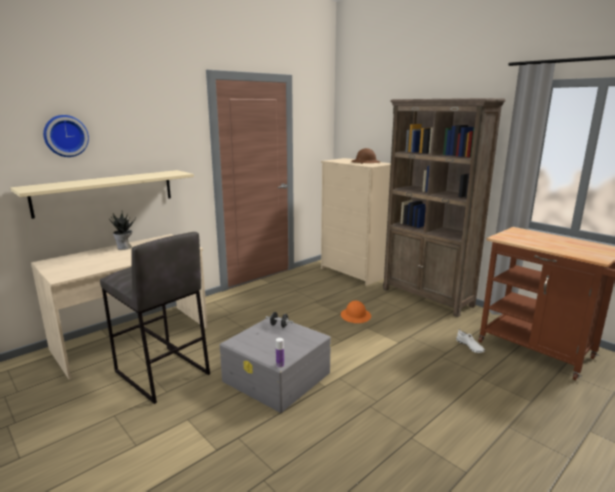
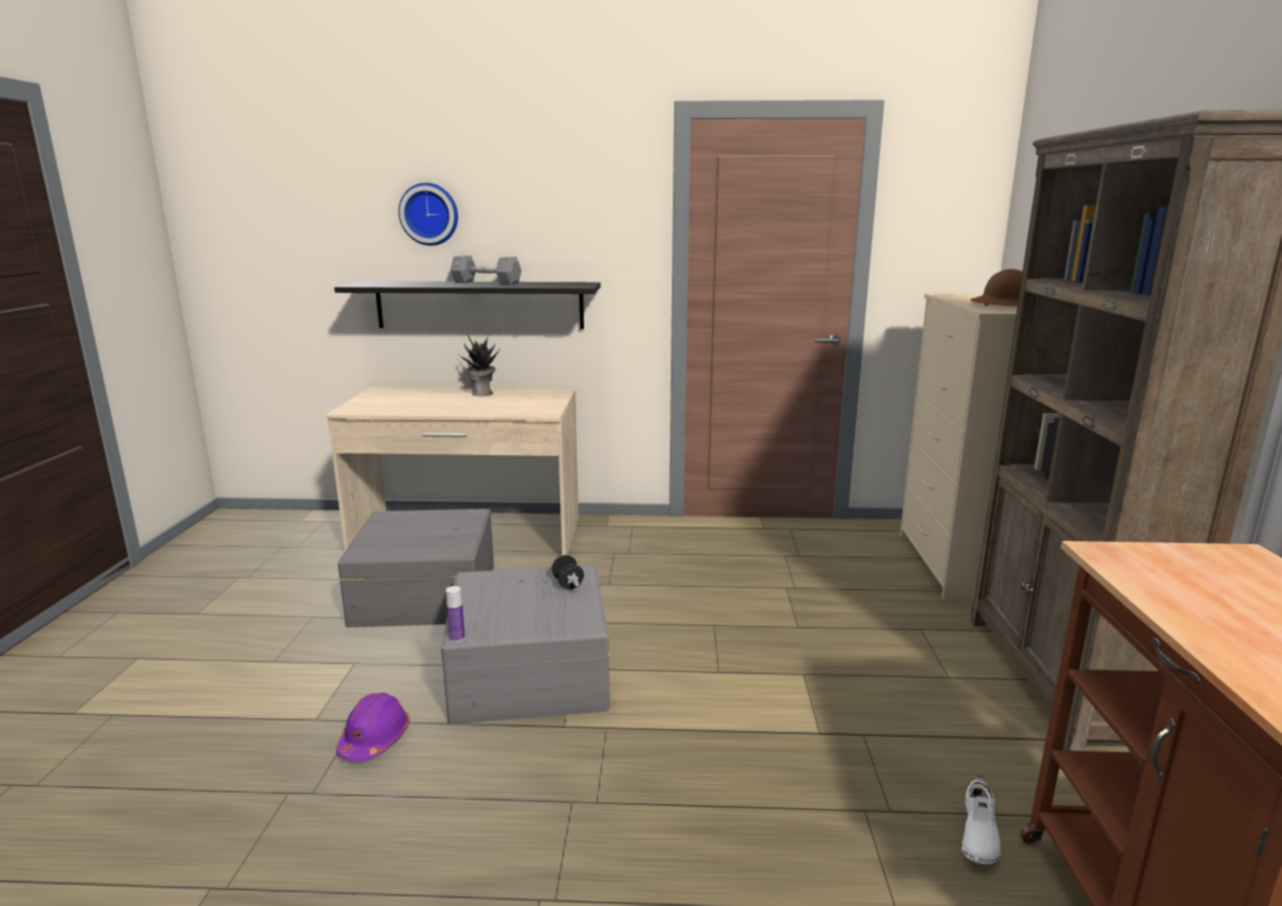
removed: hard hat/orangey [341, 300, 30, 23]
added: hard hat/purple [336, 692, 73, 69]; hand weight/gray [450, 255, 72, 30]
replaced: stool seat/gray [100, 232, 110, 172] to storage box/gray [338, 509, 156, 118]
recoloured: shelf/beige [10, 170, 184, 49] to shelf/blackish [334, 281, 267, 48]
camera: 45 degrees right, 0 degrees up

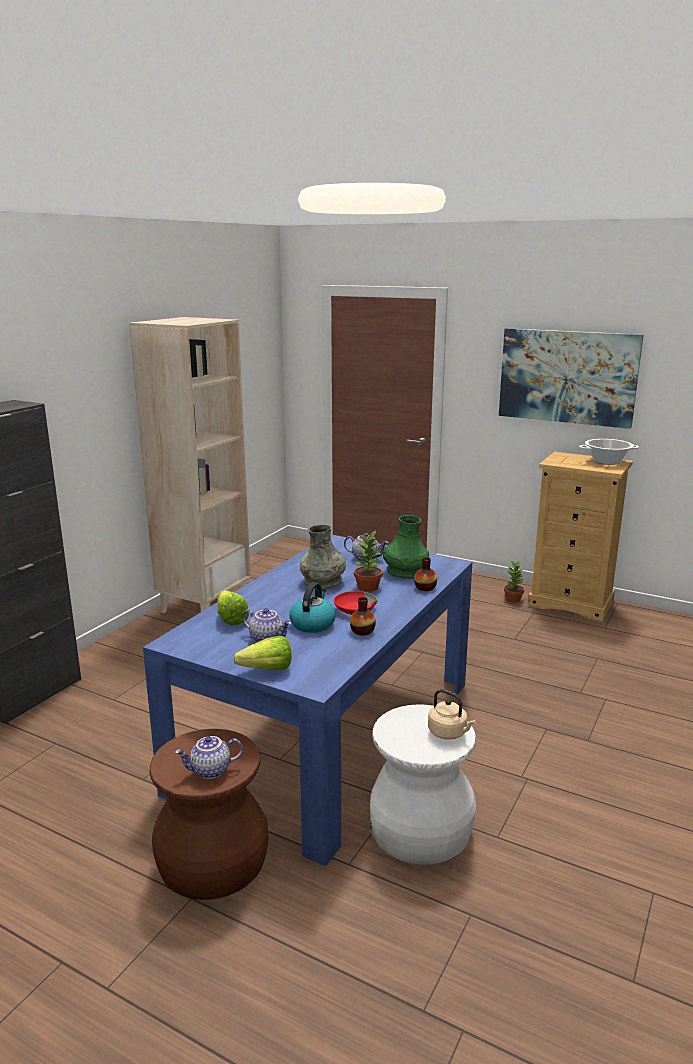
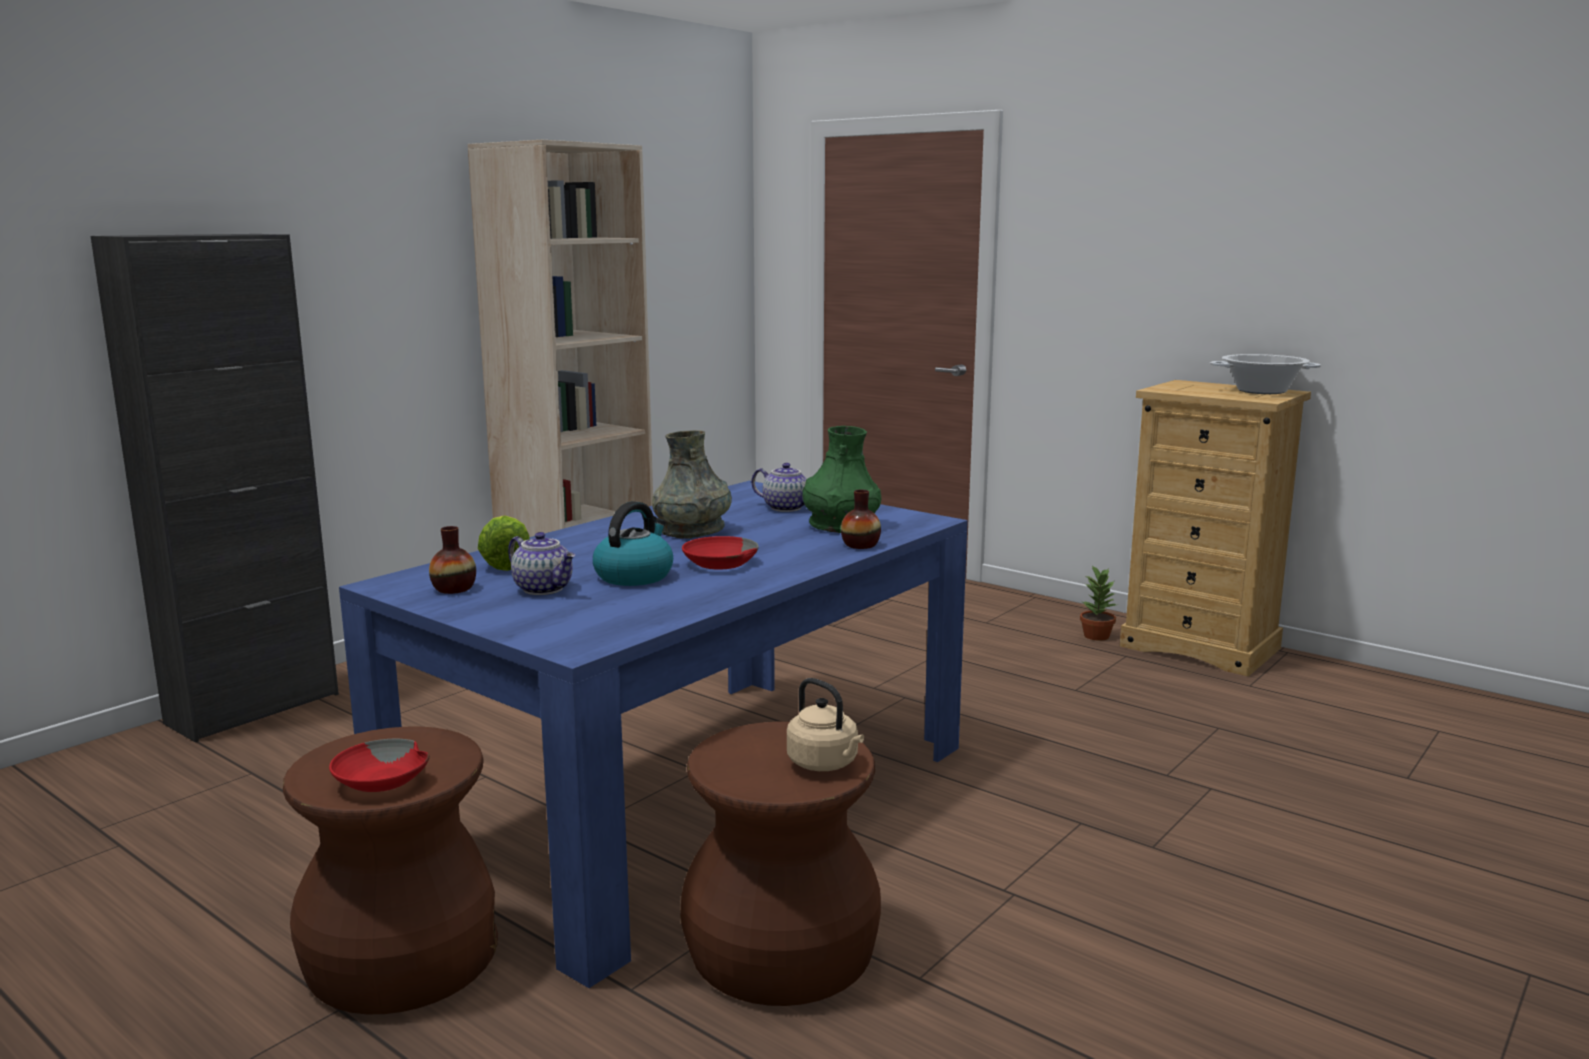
removed: lettuce head [233, 636, 58, 34]; plant in a pot [354, 531, 29, 61]; wall art [499, 328, 145, 101]
moved: vase [350, 597, 26, 39] to [429, 526, 47, 68]
replaced: tea pot [175, 736, 68, 43] to bowl/red-coloured [329, 739, 101, 53]
recoloured: stool seat/whitish [369, 705, 107, 160] to stool seat/brown [680, 722, 201, 284]
camera: 10 degrees right, 5 degrees down

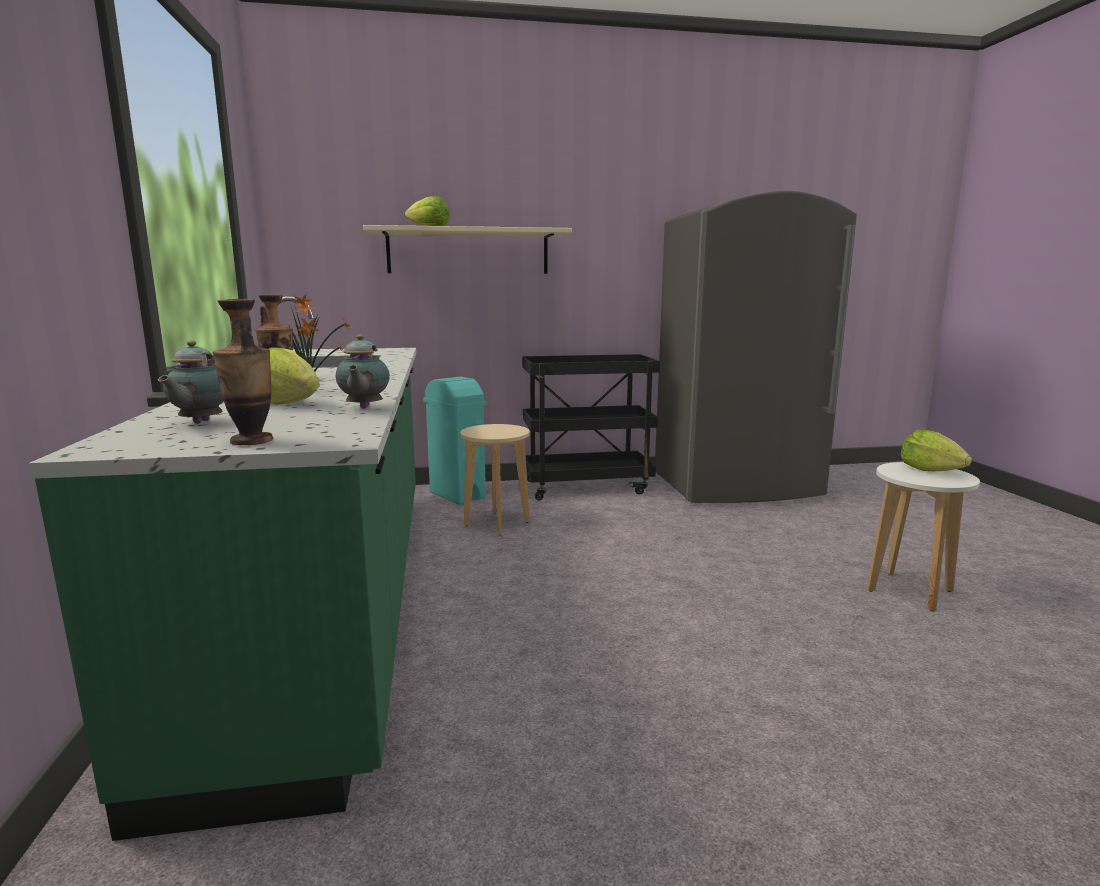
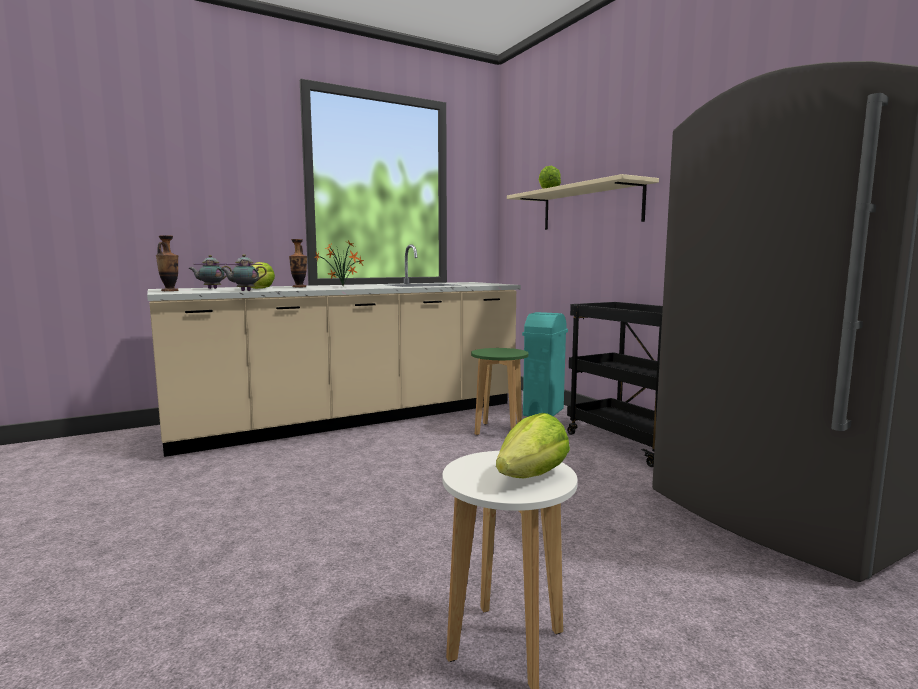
recoloured: counter/greenish [28, 296, 388, 545] to counter/beige [147, 245, 374, 212]; stool seat/beige [460, 424, 70, 112] to stool seat/greenish [471, 348, 58, 87]
camera: 70 degrees right, 5 degrees down

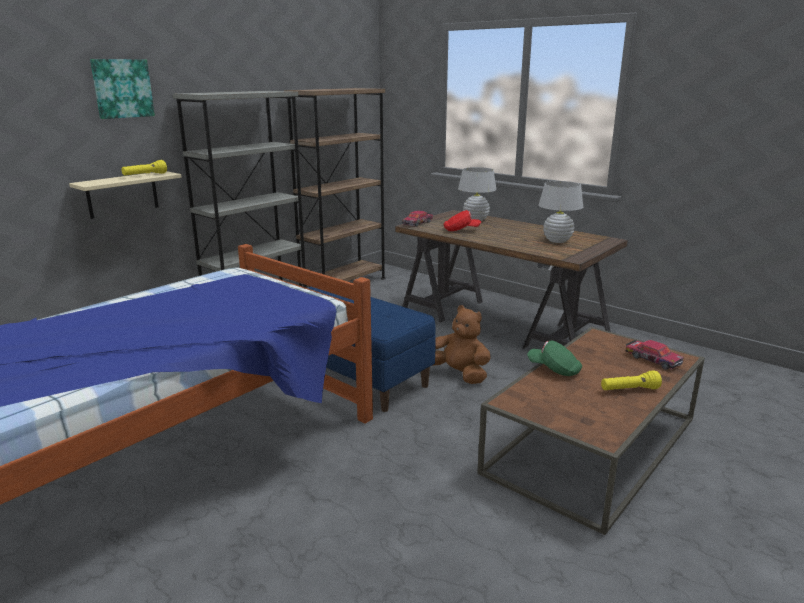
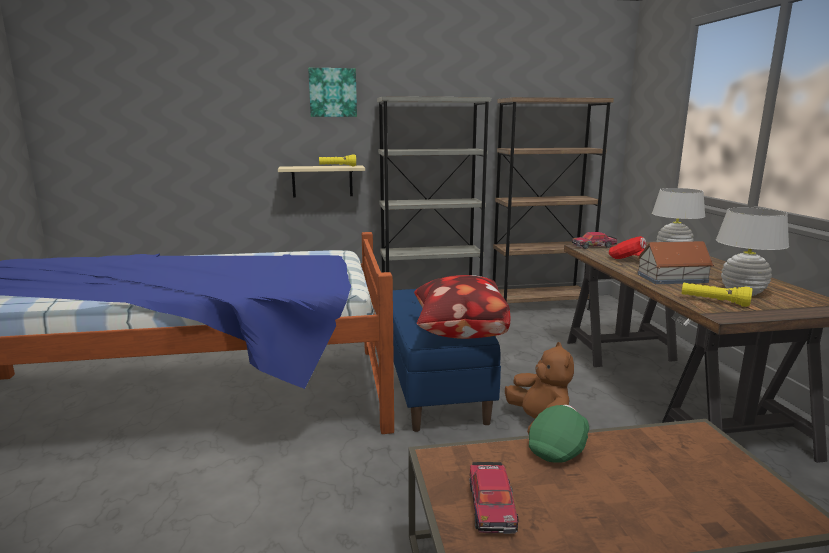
added: throw pillow [414, 275, 97, 64]; miniature house [637, 241, 77, 43]
moved: torch/yellow [601, 370, 61, 20] to [682, 283, 70, 24]; model car [626, 340, 58, 30] to [469, 462, 50, 72]
turned: peaked cap/greenish [527, 341, 55, 35] = [529, 405, 60, 58] 60 degrees clockwise
camera: 40 degrees right, 5 degrees down

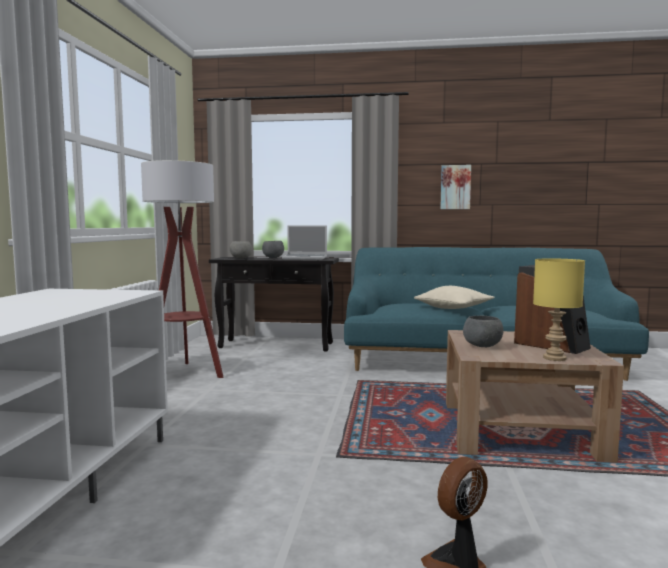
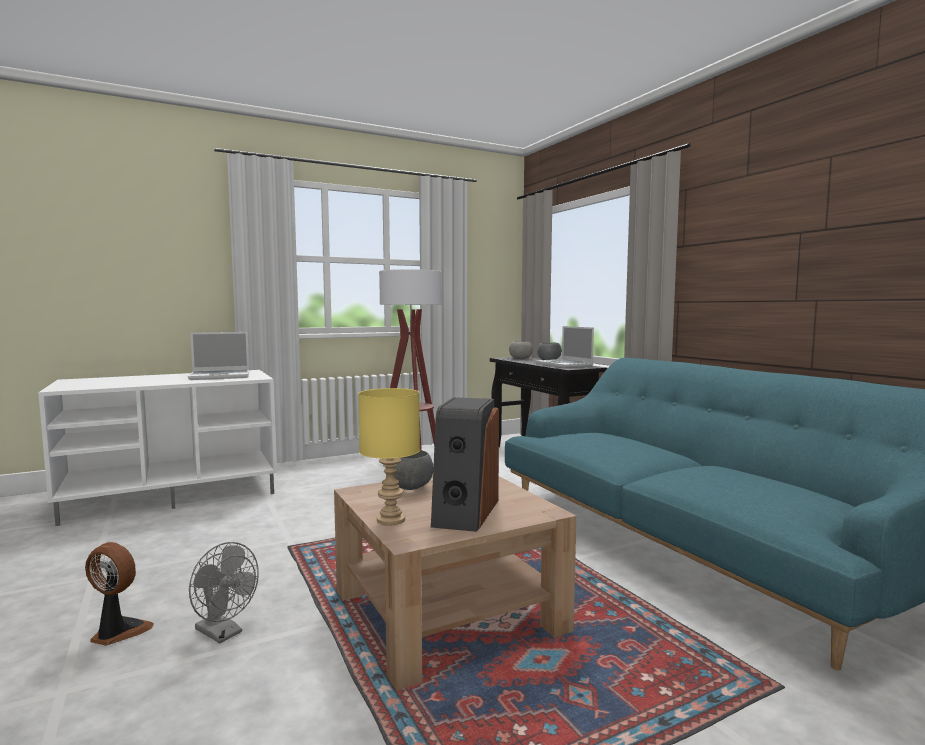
removed: throw pillow/beige [414, 286, 80, 23]; wall art [440, 165, 31, 44]
added: notebook computer [188, 332, 61, 48]; cooling fan/gray [189, 542, 70, 101]
camera: 55 degrees right, 0 degrees up

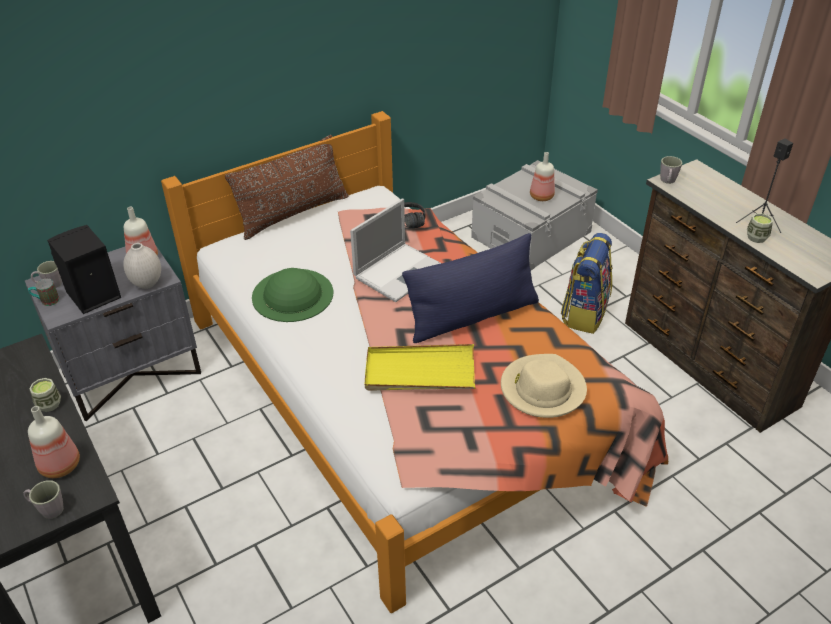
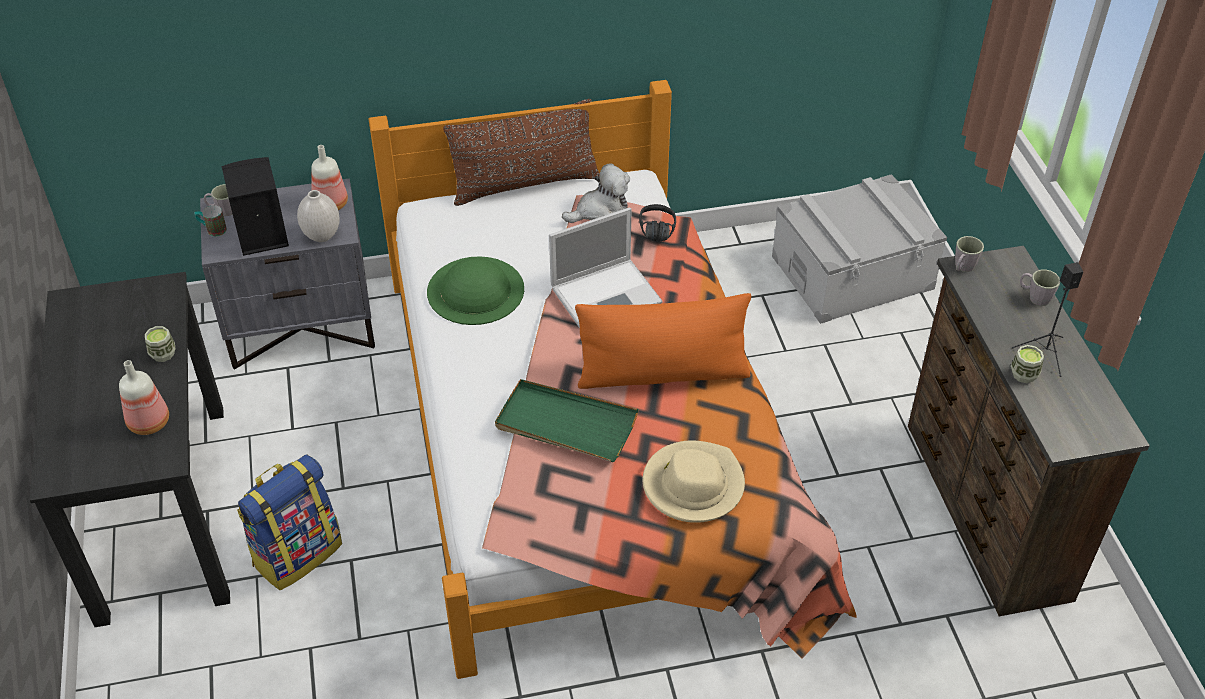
removed: beverage bottle [530, 152, 25, 49]
added: soft toy [562, 163, 68, 60]
moved: mug/gray [24, 480, 40, 39] to [1020, 270, 40, 36]; rucksack [561, 233, 52, 101] to [237, 454, 105, 136]
recoloured: serving tray/yellow [365, 344, 111, 47] to serving tray/greenish [495, 379, 144, 83]; throw pillow/bluish [402, 233, 137, 110] to throw pillow/orangey [575, 293, 176, 96]
camera: 20 degrees right, 5 degrees up

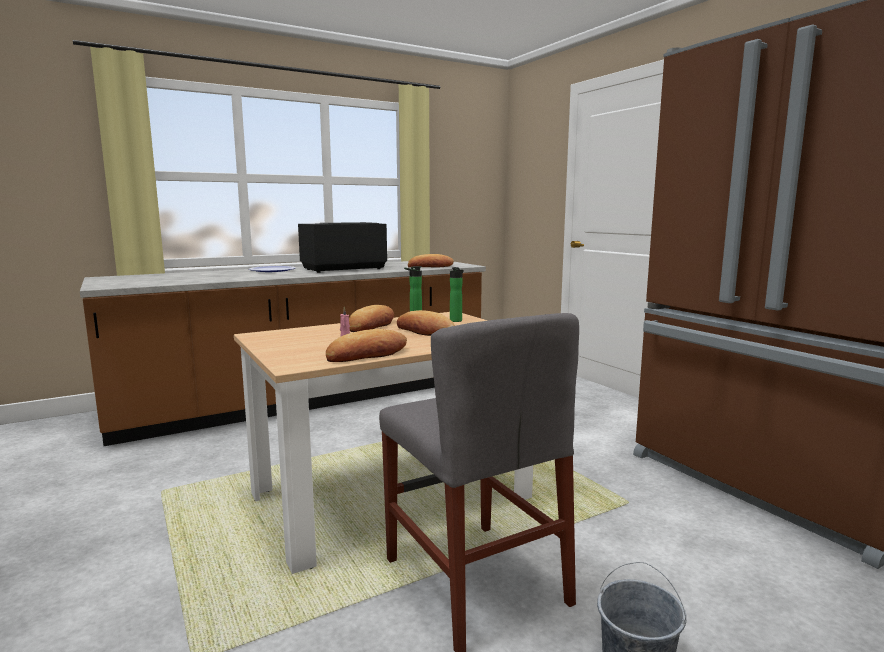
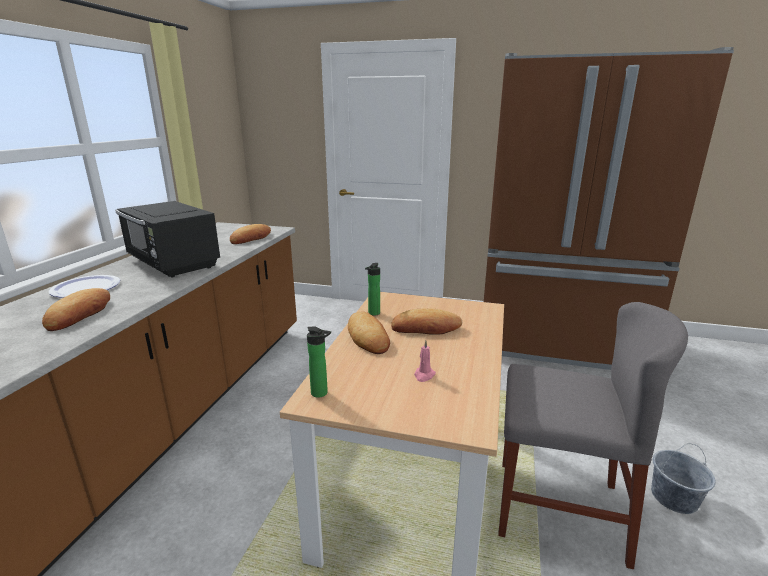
moved: bread [326, 329, 81, 33] to [42, 288, 68, 43]; beverage bottle [450, 267, 14, 55] to [307, 326, 24, 72]
turned: kitchen microwave/blackish [298, 222, 89, 51] = [115, 201, 105, 76] 60 degrees counterclockwise
camera: 45 degrees left, 10 degrees up

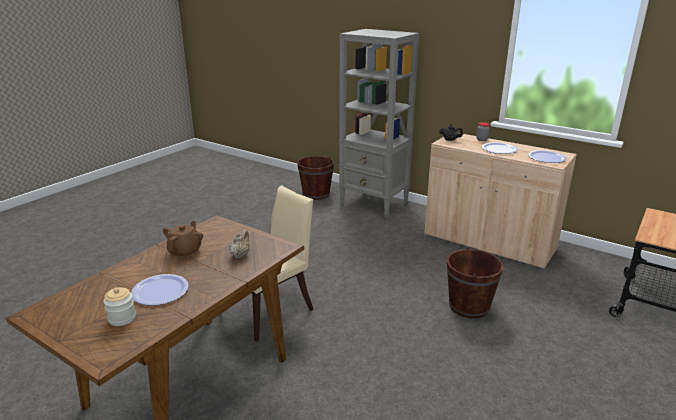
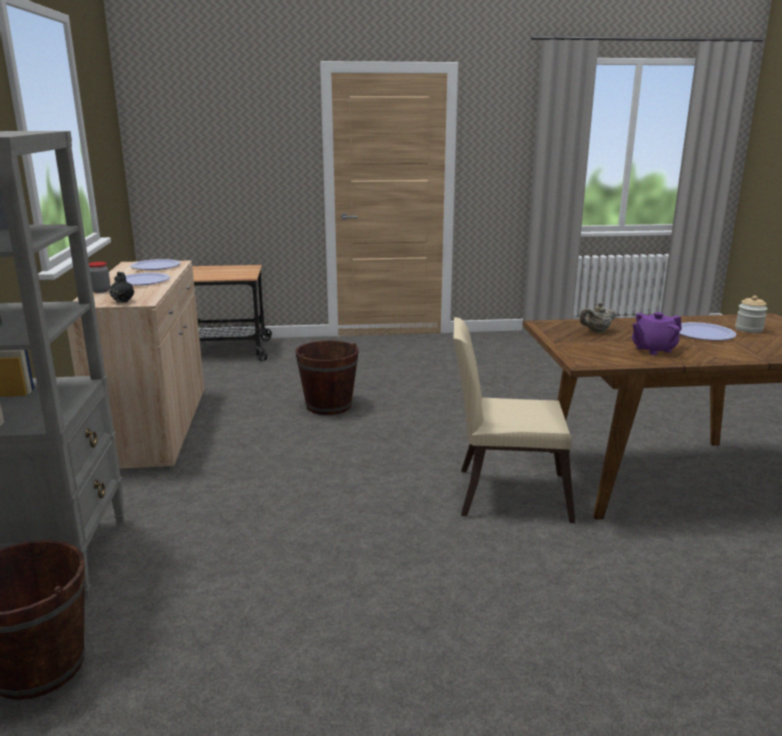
recoloured: tea pot/brown [163, 221, 40, 37] to tea pot/purple [632, 312, 50, 43]
camera: 130 degrees left, 5 degrees down

